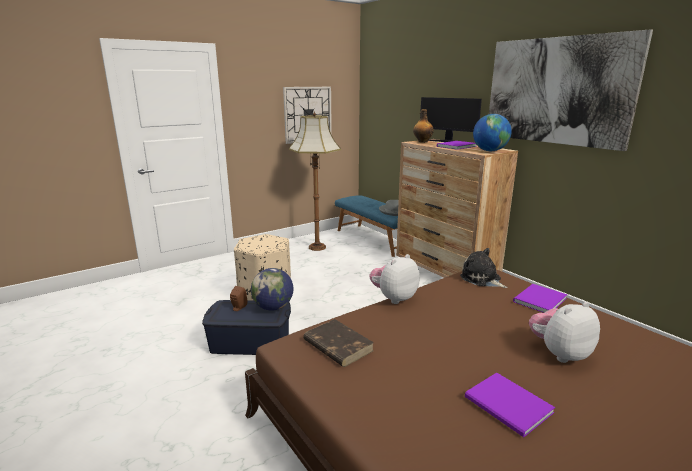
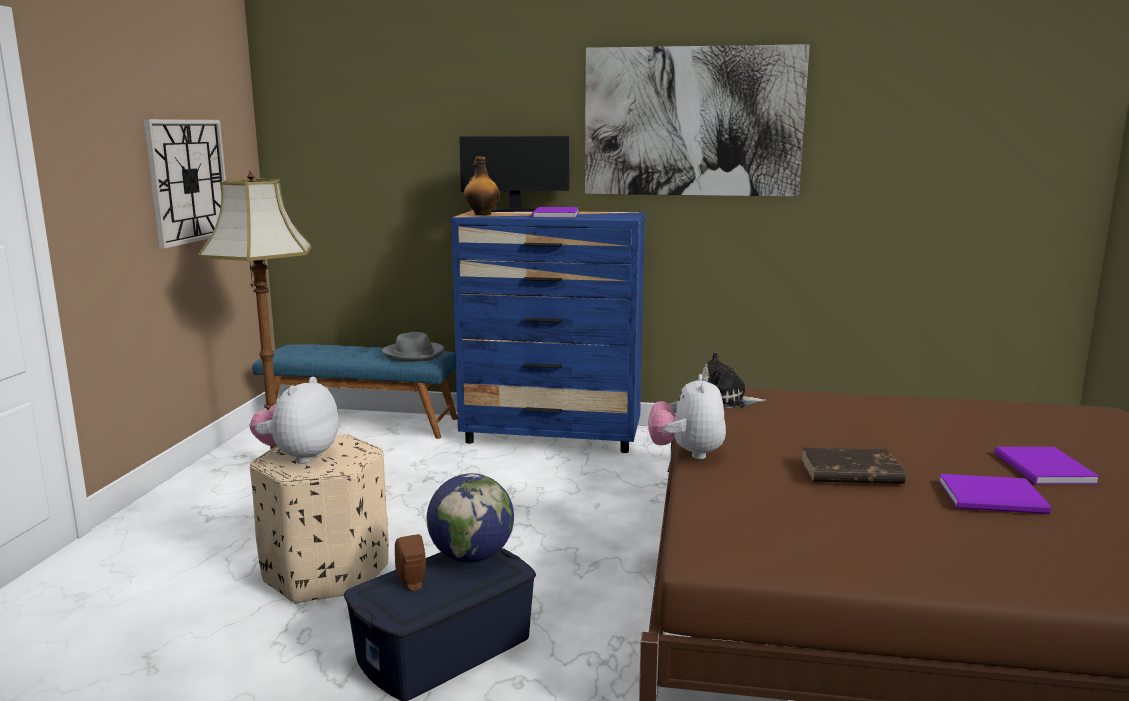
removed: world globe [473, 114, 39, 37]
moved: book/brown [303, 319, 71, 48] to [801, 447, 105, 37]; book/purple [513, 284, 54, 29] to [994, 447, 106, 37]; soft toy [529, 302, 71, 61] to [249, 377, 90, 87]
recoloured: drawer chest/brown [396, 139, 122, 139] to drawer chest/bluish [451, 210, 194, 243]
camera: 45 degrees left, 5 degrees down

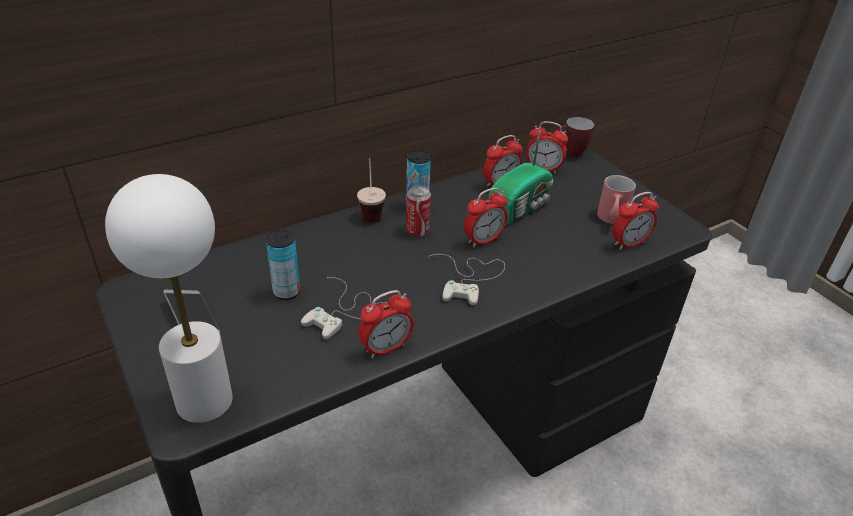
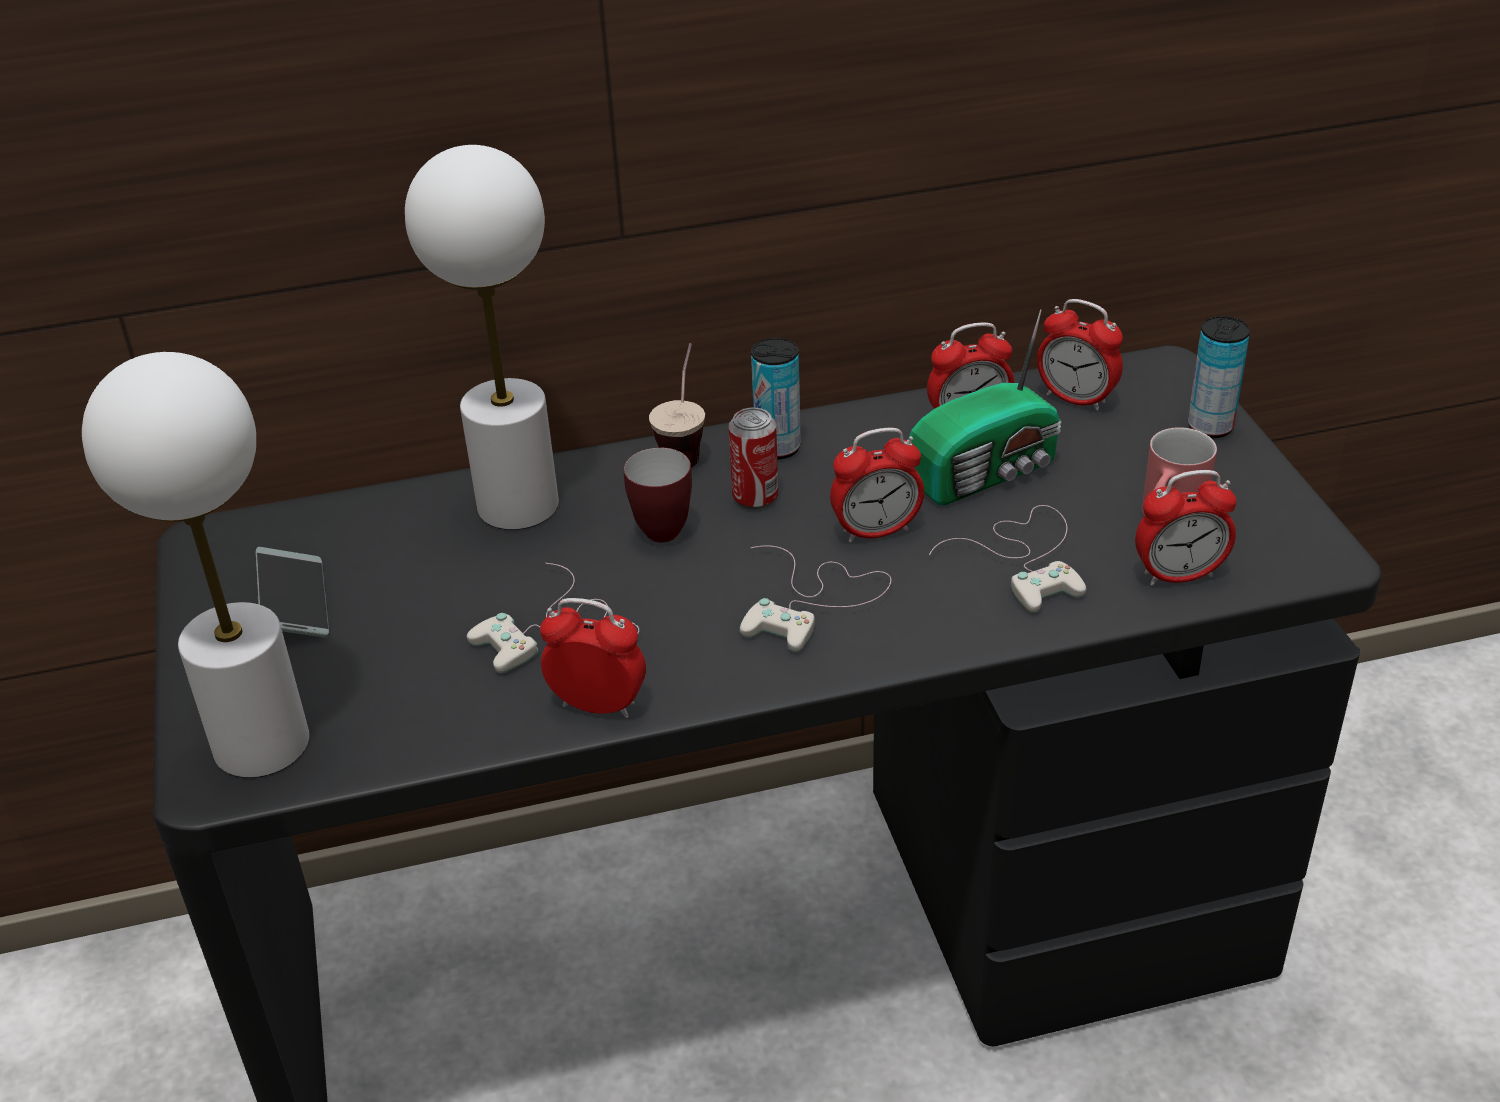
added: lamp for a table/whitish [405, 145, 154, 385]; game controller/whitish [929, 505, 157, 108]
moved: can [266, 230, 34, 70] to [1188, 316, 62, 122]; mug [558, 117, 36, 40] to [623, 447, 69, 96]
turned: bedside clock [358, 290, 56, 69] = [540, 598, 106, 120] 150 degrees counterclockwise
camera: 20 degrees right, 0 degrees up

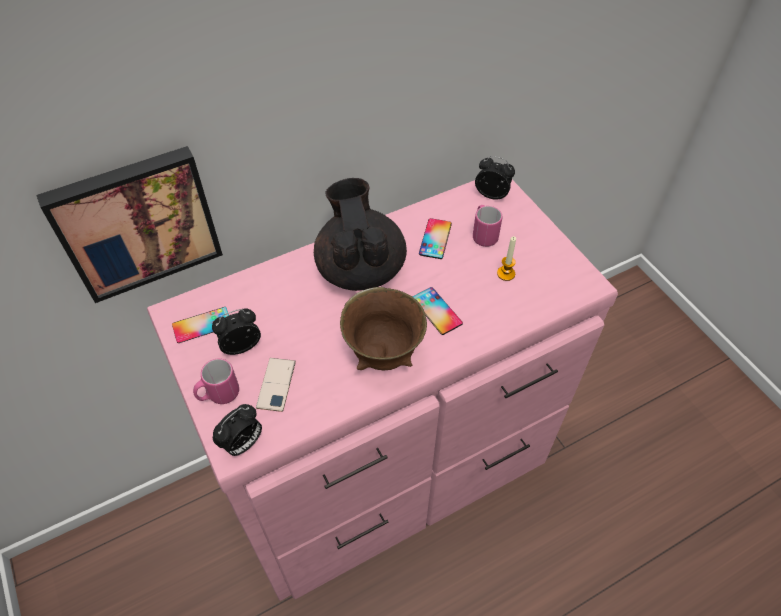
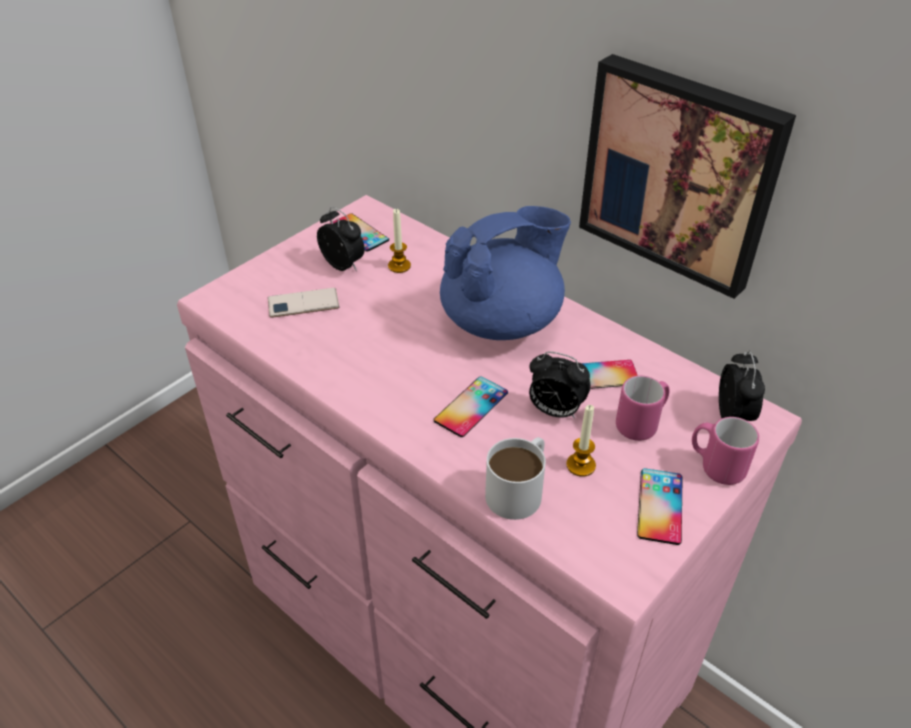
removed: bowl/brown [340, 287, 87, 83]
added: wax candle [388, 208, 23, 65]; mug/whitish [485, 437, 61, 83]; handset [637, 468, 46, 77]
moved: wall art [36, 146, 187, 157] to [579, 54, 217, 245]; mug/pink [193, 358, 46, 46] to [692, 417, 67, 68]; bedside clock [213, 404, 49, 52] to [529, 351, 62, 68]
recoloured: tea pot/blackish [314, 178, 93, 113] to tea pot/bluish [440, 206, 131, 134]
camera: 70 degrees right, 10 degrees down

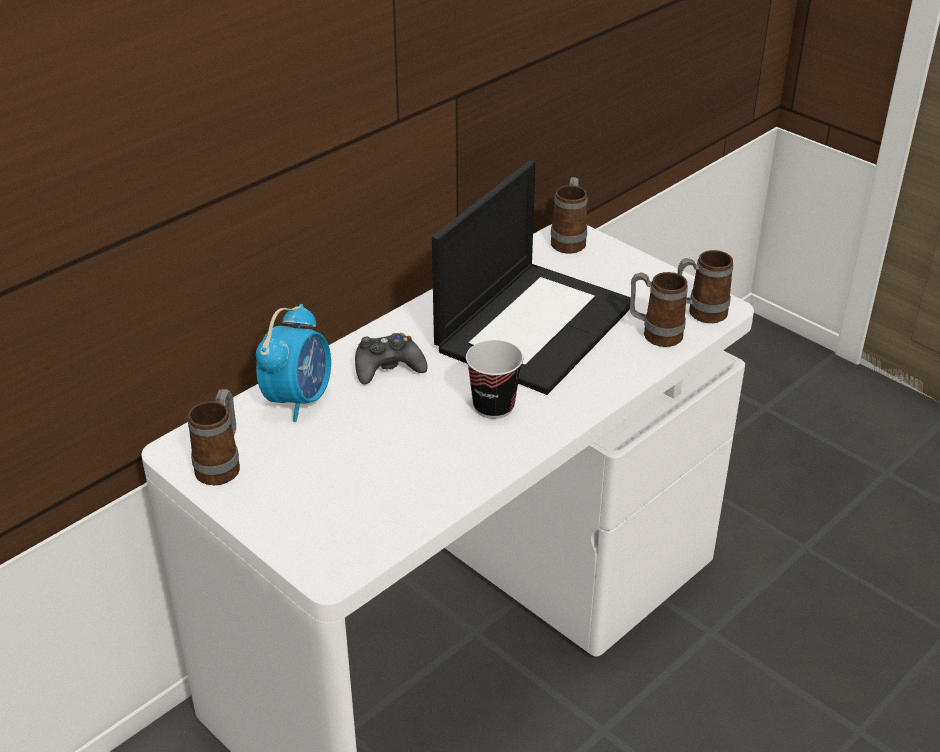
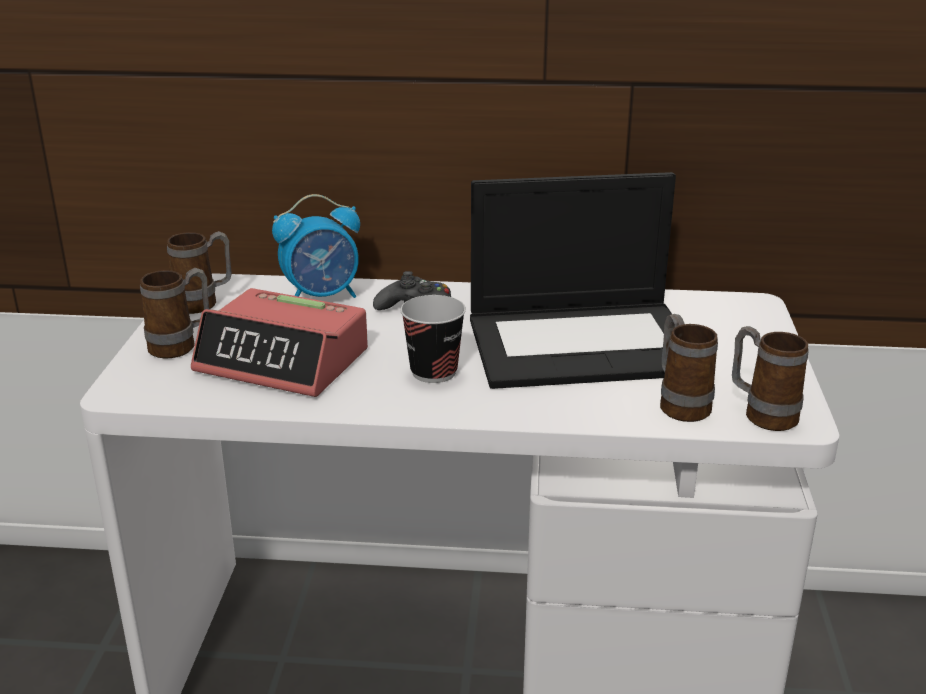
added: bedside clock [191, 288, 177, 109]
moved: mug [551, 177, 36, 77] to [140, 268, 70, 90]
camera: 50 degrees right, 10 degrees down

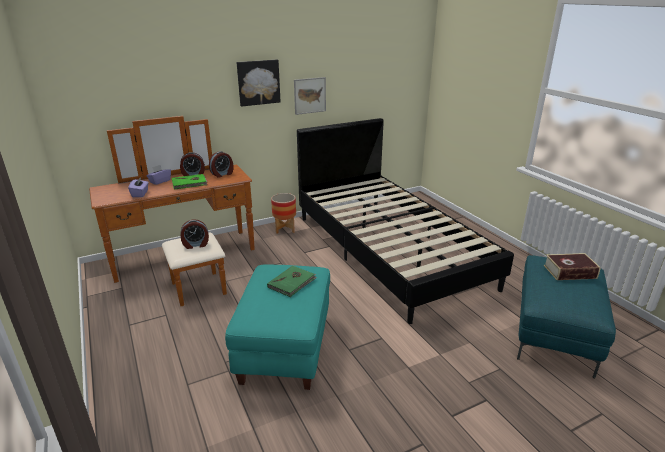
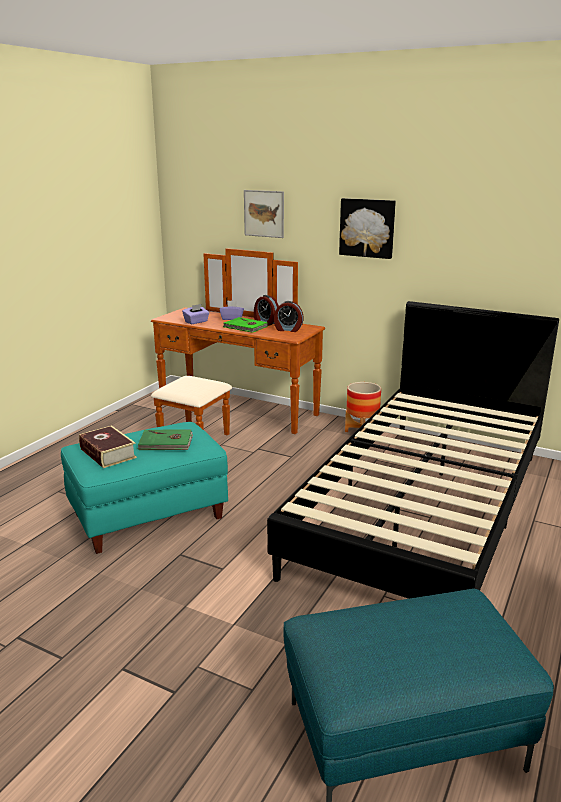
removed: bedside clock [181, 219, 28, 30]
moved: wall art [294, 77, 32, 38] to [244, 190, 40, 48]; book [544, 253, 57, 27] to [79, 425, 58, 43]
camera: 55 degrees right, 5 degrees down

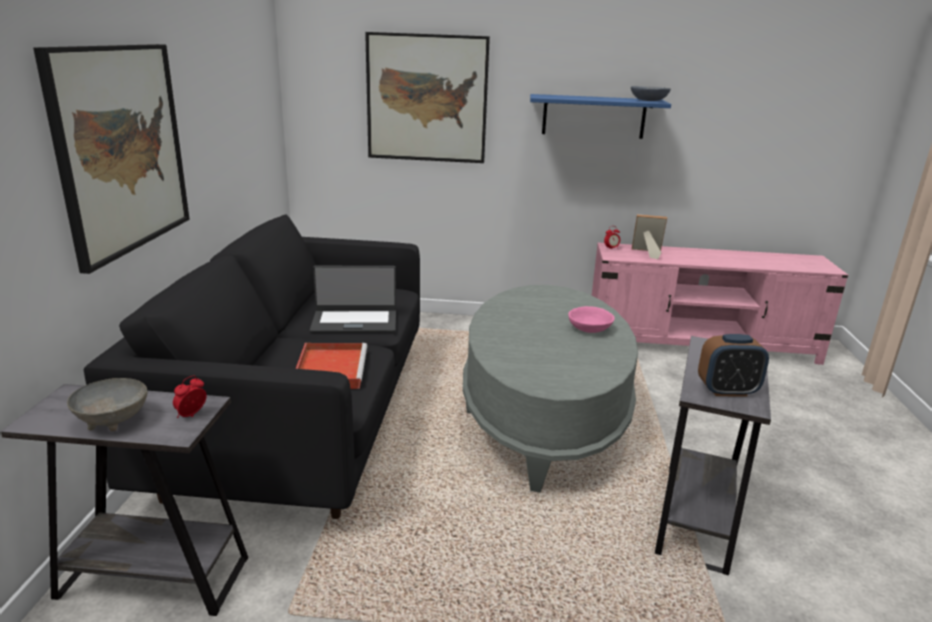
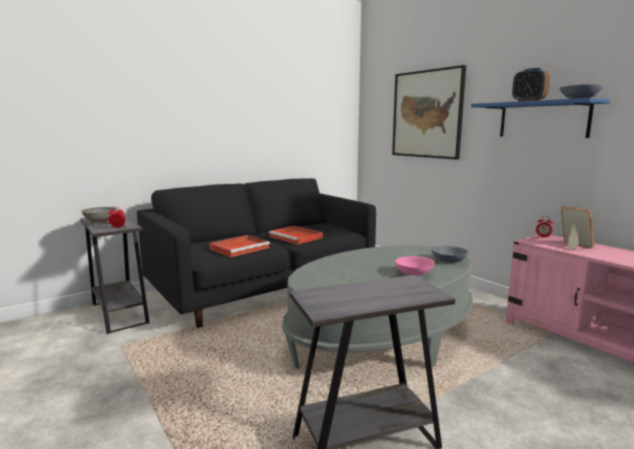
removed: wall art [33, 44, 157, 230]
added: bowl/gray [431, 246, 37, 17]
moved: bedside clock [698, 334, 71, 63] to [512, 68, 38, 34]
replaced: notebook computer [310, 266, 86, 67] to serving tray/red-coloured [269, 226, 54, 19]
camera: 50 degrees right, 10 degrees down

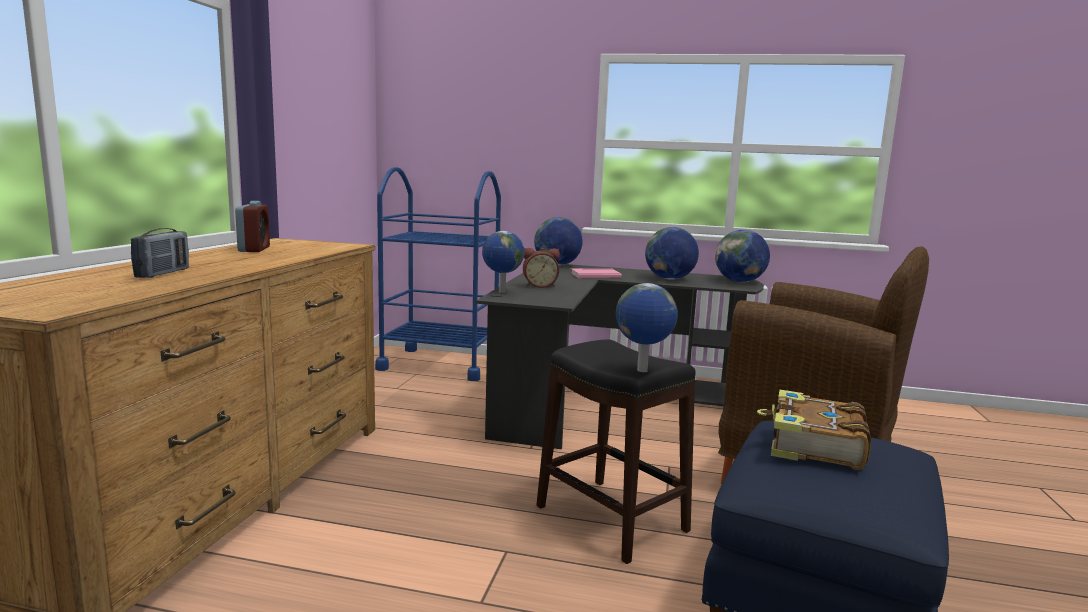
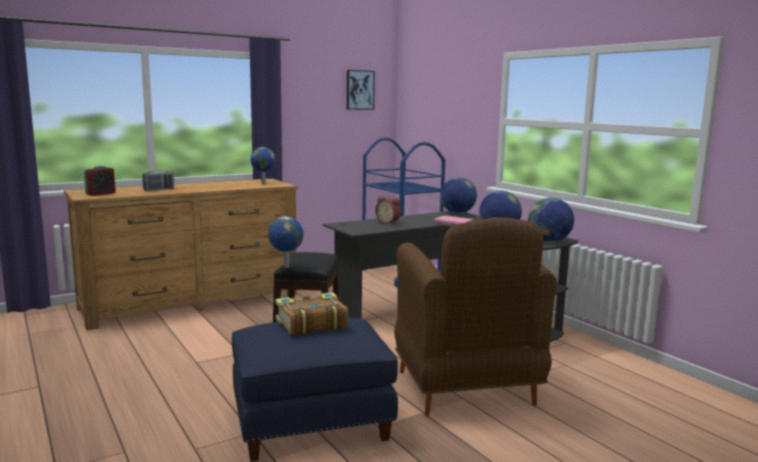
added: wall art [347, 70, 28, 40]
moved: bedside clock [235, 201, 35, 51] to [84, 165, 31, 31]; world globe [482, 231, 42, 62] to [250, 147, 25, 37]
camera: 45 degrees right, 0 degrees up

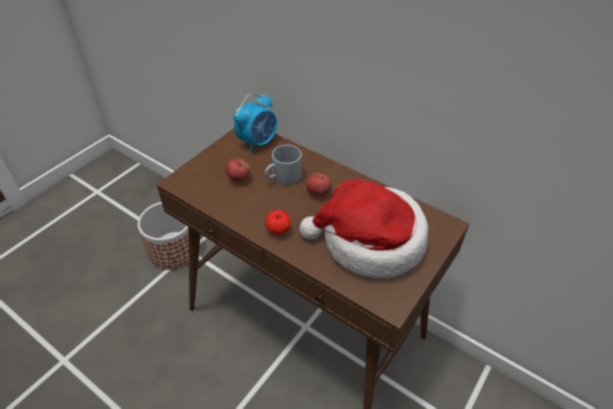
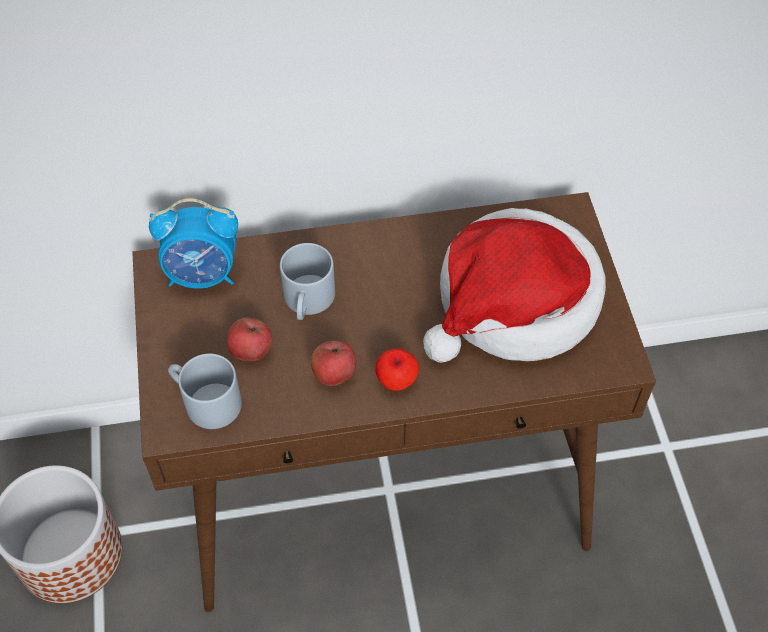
added: mug/gray [168, 354, 74, 75]
moved: whole apple [306, 173, 26, 24] to [311, 341, 45, 45]
turned: bedside clock [233, 94, 44, 59] = [149, 198, 89, 91] 90 degrees clockwise
camera: 45 degrees left, 10 degrees up

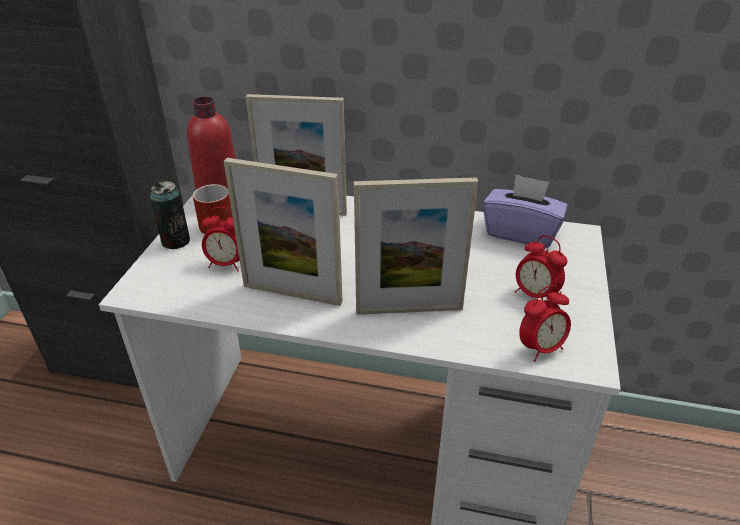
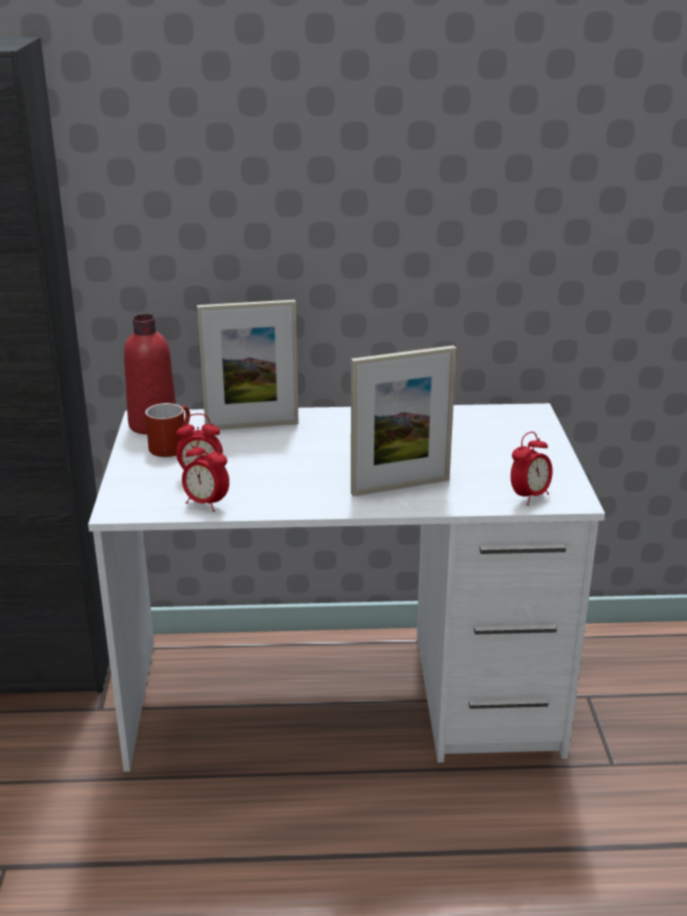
removed: can [150, 181, 40, 68]; standing frame [224, 158, 119, 148]; box of tissues/purple [483, 174, 85, 74]
moved: bedside clock [515, 235, 52, 66] to [182, 438, 47, 74]
camera: 15 degrees left, 10 degrees down

